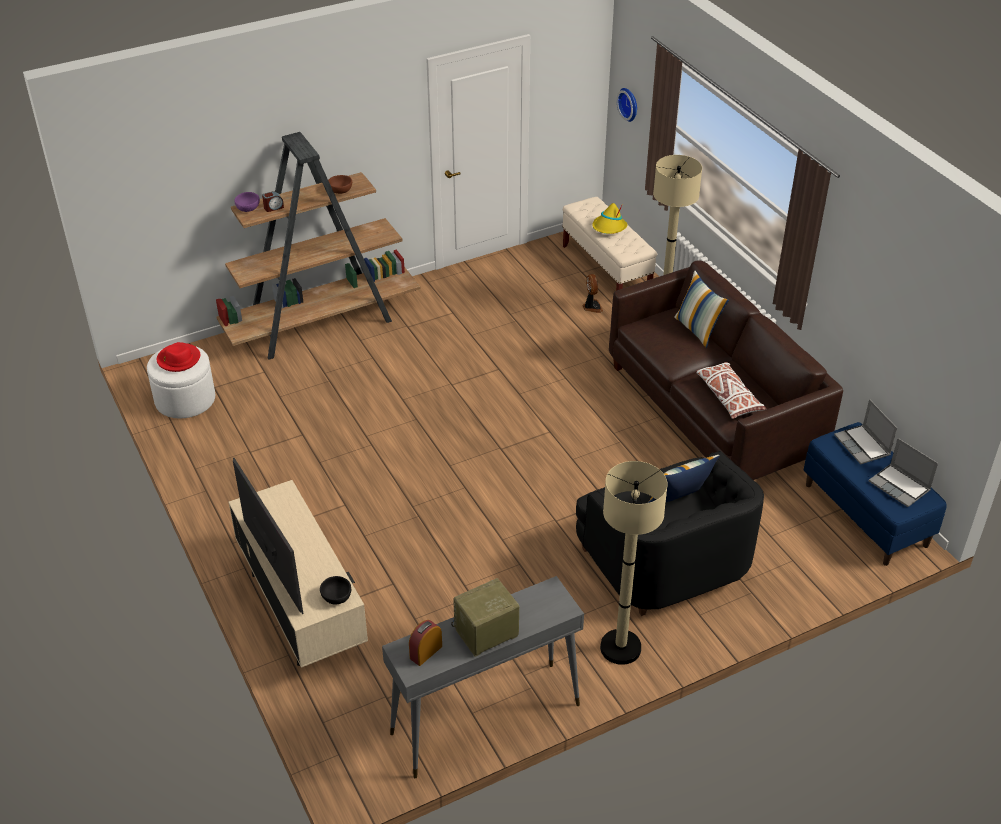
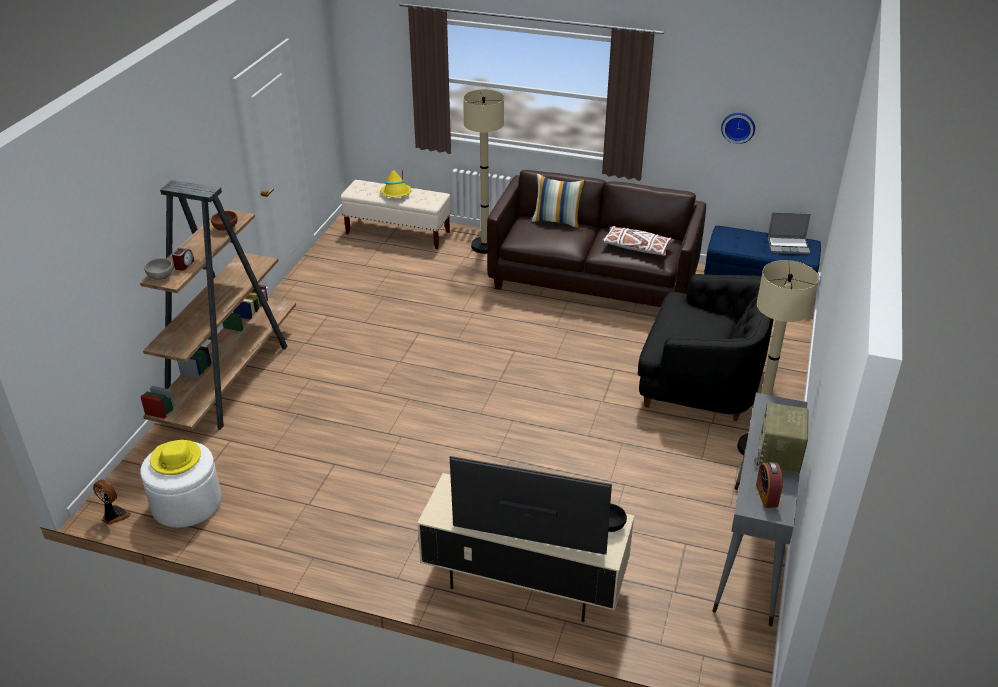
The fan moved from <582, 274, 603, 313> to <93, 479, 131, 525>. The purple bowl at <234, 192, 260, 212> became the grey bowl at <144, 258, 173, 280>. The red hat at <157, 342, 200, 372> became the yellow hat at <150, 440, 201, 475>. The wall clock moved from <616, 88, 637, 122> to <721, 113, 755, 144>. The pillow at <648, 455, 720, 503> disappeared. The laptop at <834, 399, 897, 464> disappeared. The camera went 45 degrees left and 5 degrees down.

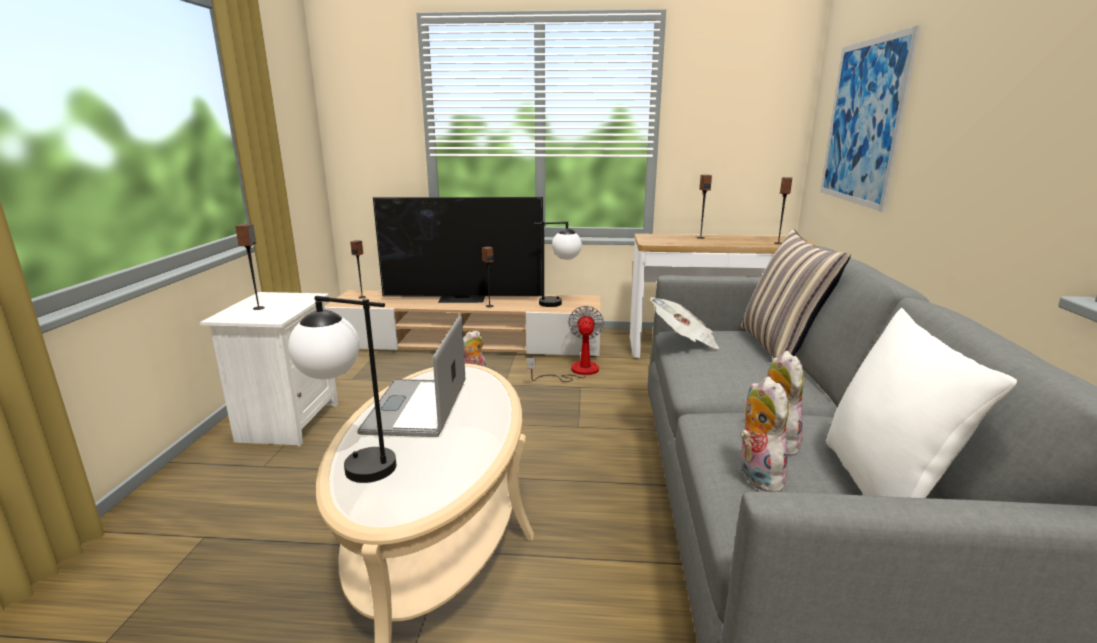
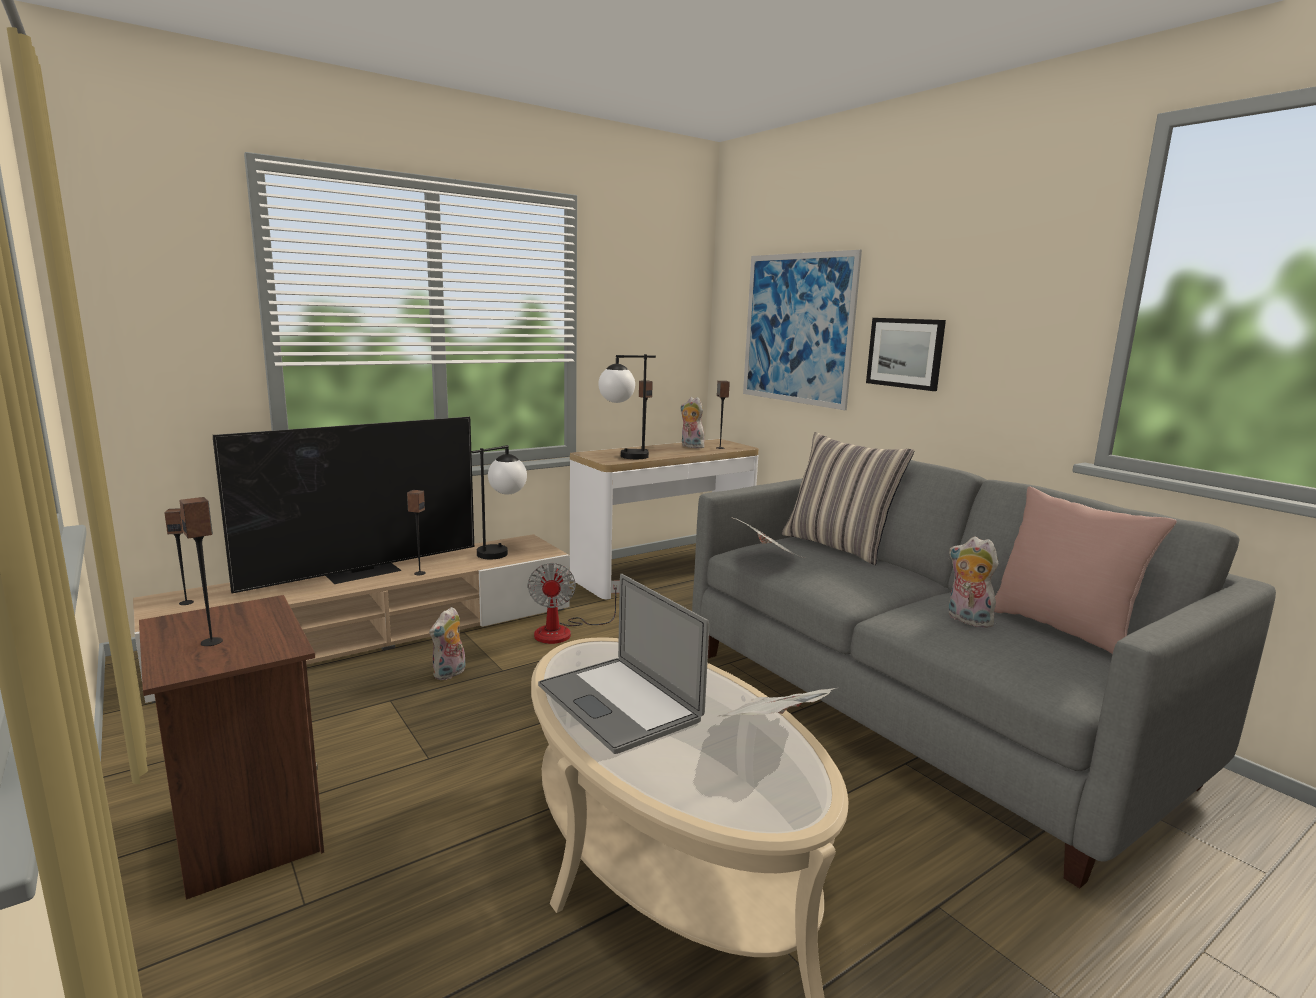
The white nightstand at <200, 292, 338, 447> became the brown nightstand at <139, 595, 324, 900>. The fan at <527, 306, 604, 382> turned 150 degrees counterclockwise. The table lamp moved from <288, 296, 396, 483> to <598, 354, 656, 459>. The plush toy moved from <740, 376, 789, 492> to <680, 397, 704, 448>. The newspaper at <719, 688, 836, 717> appeared. The picture at <866, 318, 946, 391> appeared. The white pillow at <826, 308, 1017, 498> became the pink pillow at <994, 486, 1177, 654>. The camera went 40 degrees left and 5 degrees down.

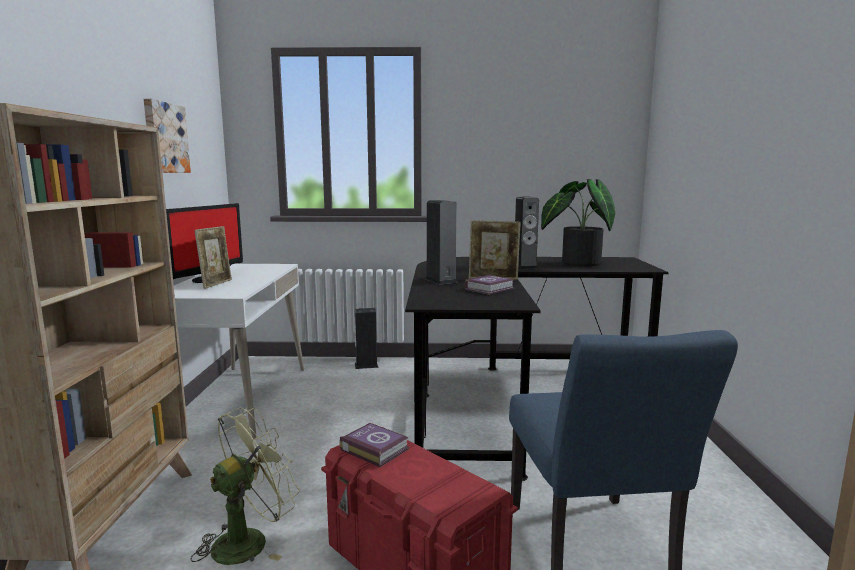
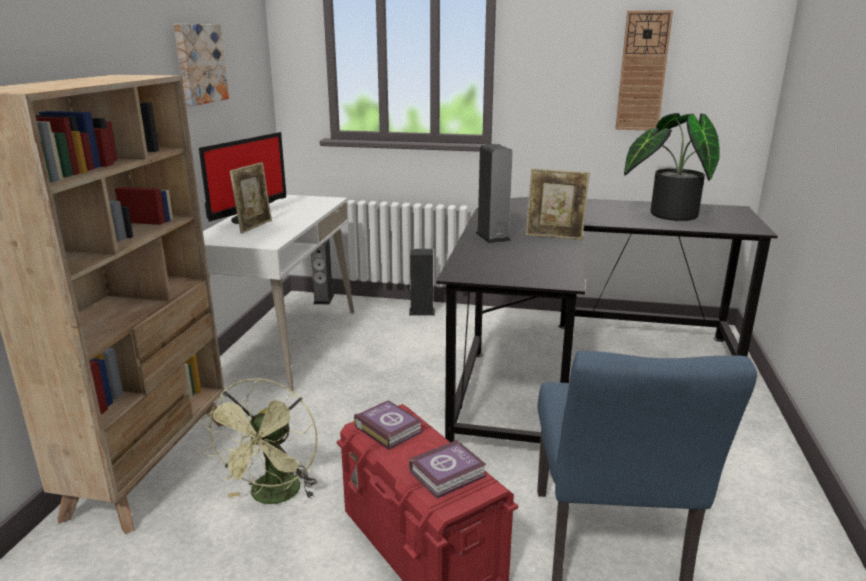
The green fan at <191, 408, 300, 565> turned 135 degrees clockwise. The speaker moved from <515, 197, 539, 269> to <311, 239, 334, 304>. The book moved from <465, 275, 514, 295> to <409, 440, 486, 499>. The wall clock at <615, 10, 673, 130> appeared. The camera went 10 degrees right and 10 degrees up.

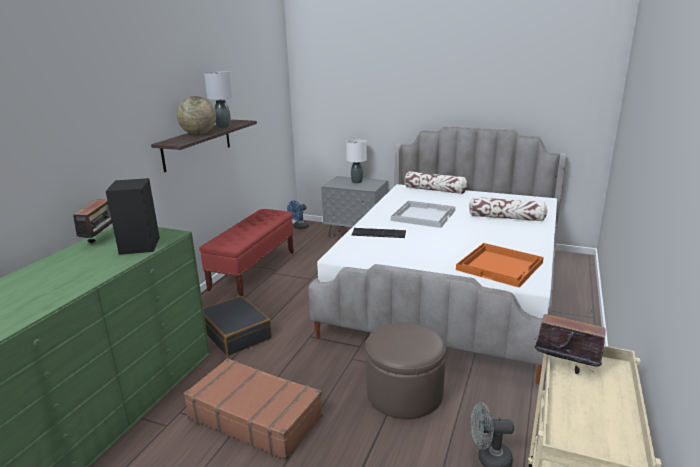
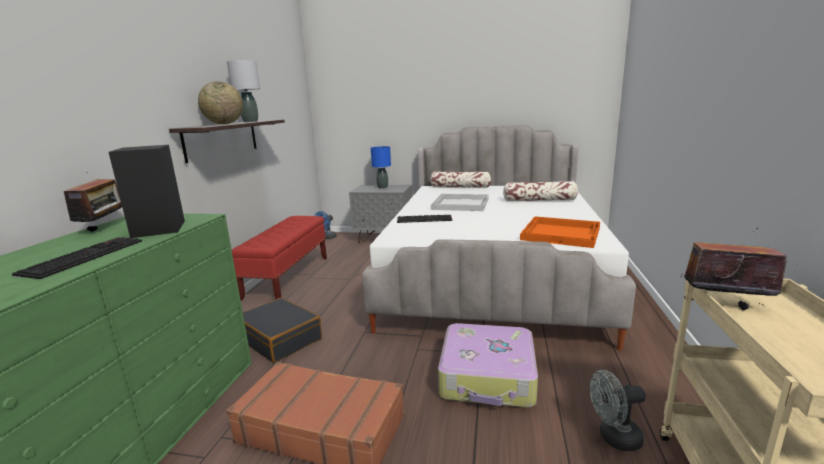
The keyboard at <12, 237, 142, 279> appeared. The white table lamp at <346, 139, 367, 183> became the blue table lamp at <371, 146, 391, 189>. The brown ottoman at <365, 322, 446, 419> was replaced by the suitcase at <438, 323, 538, 407>. The camera went 10 degrees left and 5 degrees down.

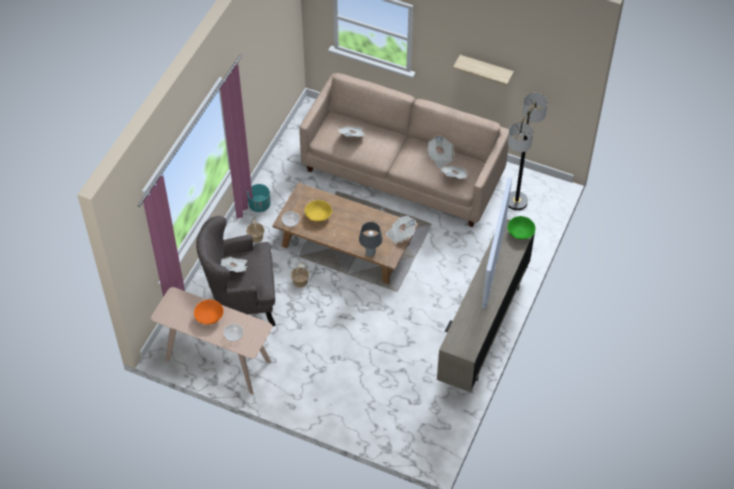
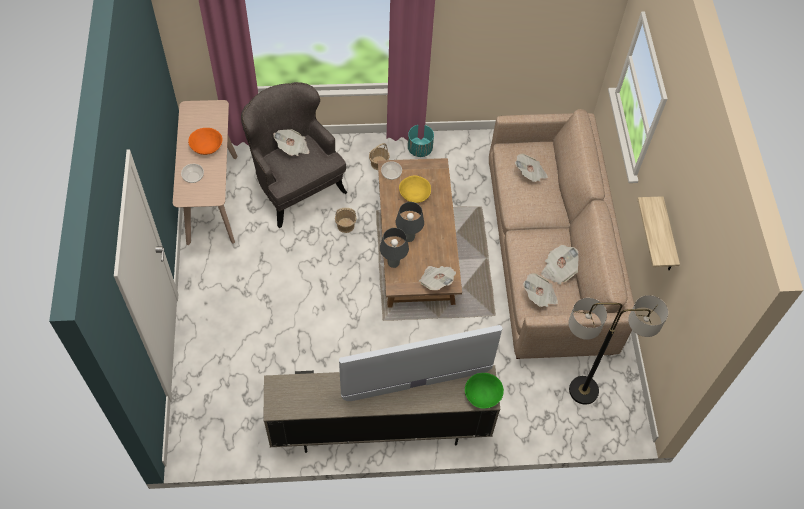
The grey table lamp at <396, 202, 424, 242> appeared. The camera went 60 degrees right and 5 degrees up.

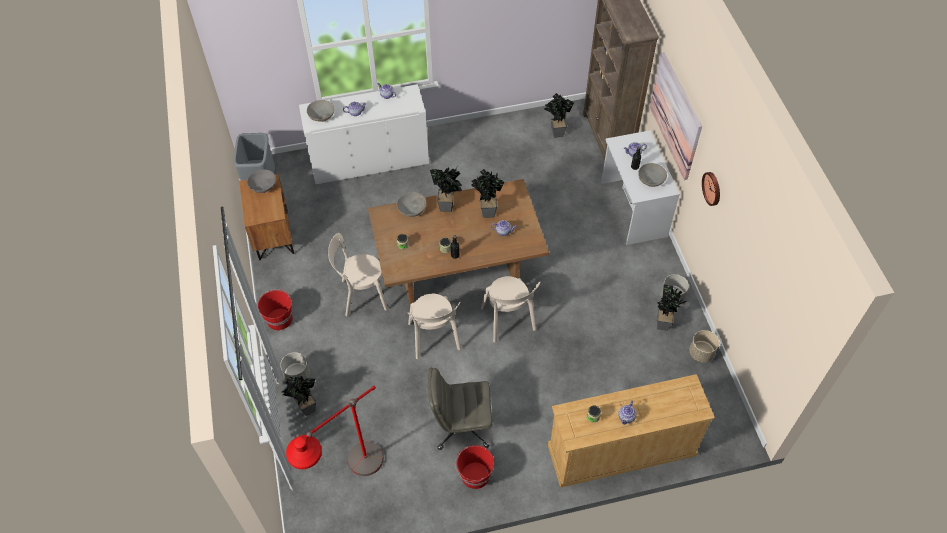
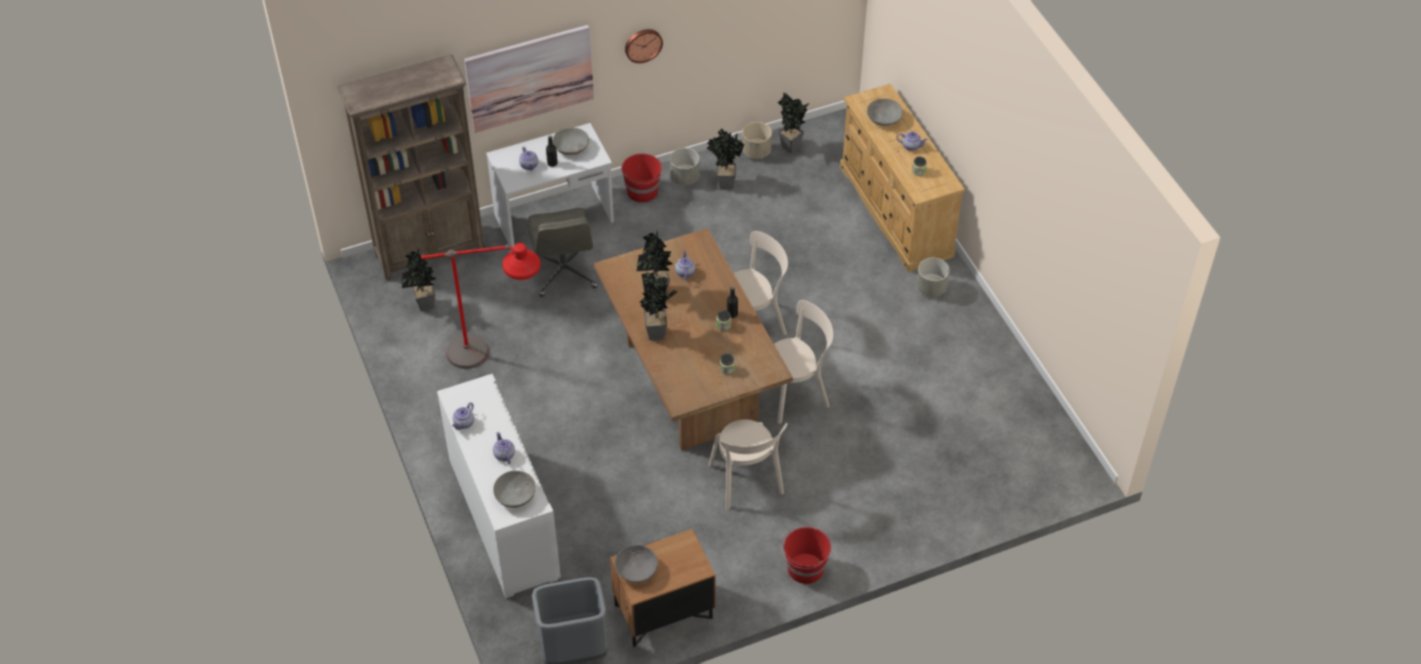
The red floor lamp moved from <286, 386, 384, 476> to <421, 243, 541, 369>. The grey office chair moved from <428, 368, 493, 450> to <528, 208, 598, 297>. The red bucket moved from <455, 445, 494, 489> to <622, 153, 663, 202>. The potted plant moved from <282, 374, 316, 416> to <778, 93, 809, 153>. The grey bowl moved from <397, 192, 426, 217> to <867, 98, 903, 126>. The grey planter moved from <280, 352, 310, 381> to <916, 258, 950, 297>. The camera went 100 degrees left and 5 degrees down.

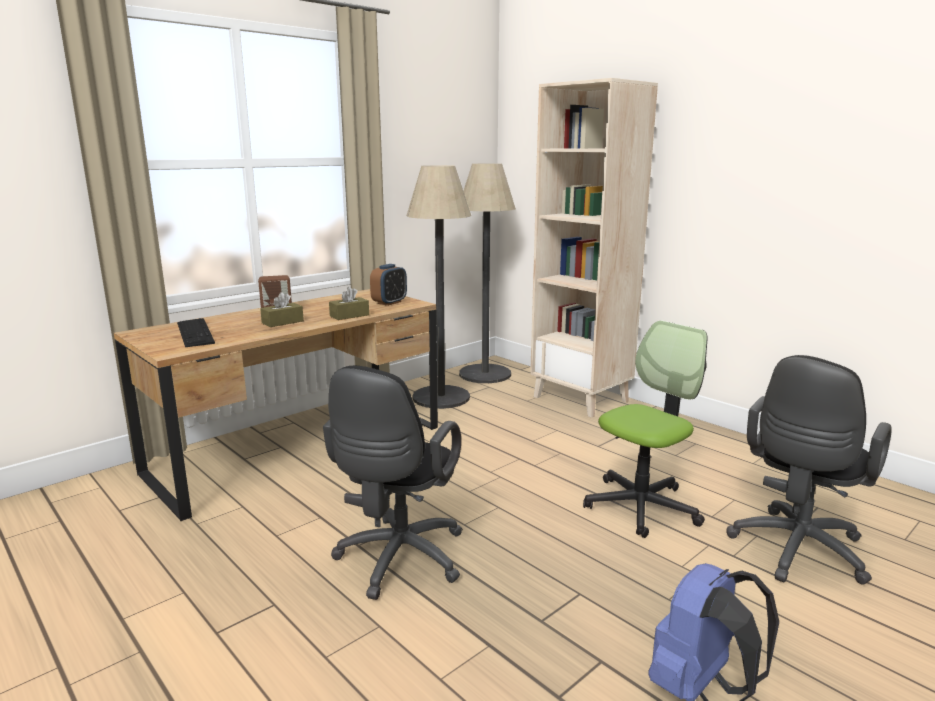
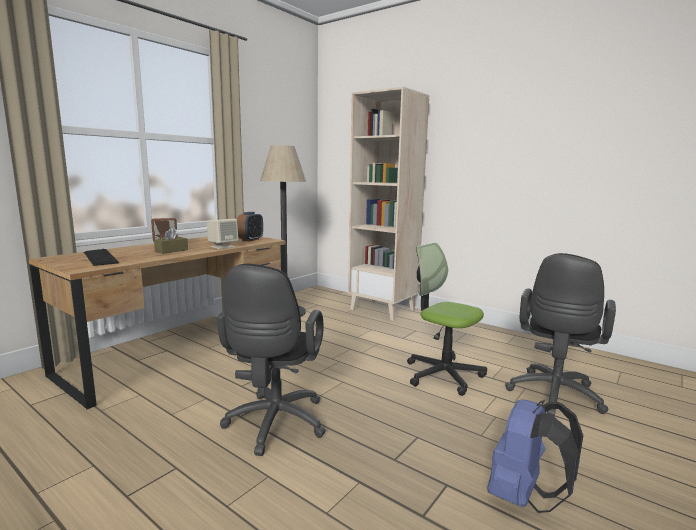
The brown tissue box at <329, 287, 369, 320> was replaced by the beige speaker at <206, 219, 239, 249>. The office chair at <583, 320, 708, 538> turned 90 degrees counterclockwise. The floor lamp at <459, 163, 516, 383> disappeared. The camera went 10 degrees left and 5 degrees down.

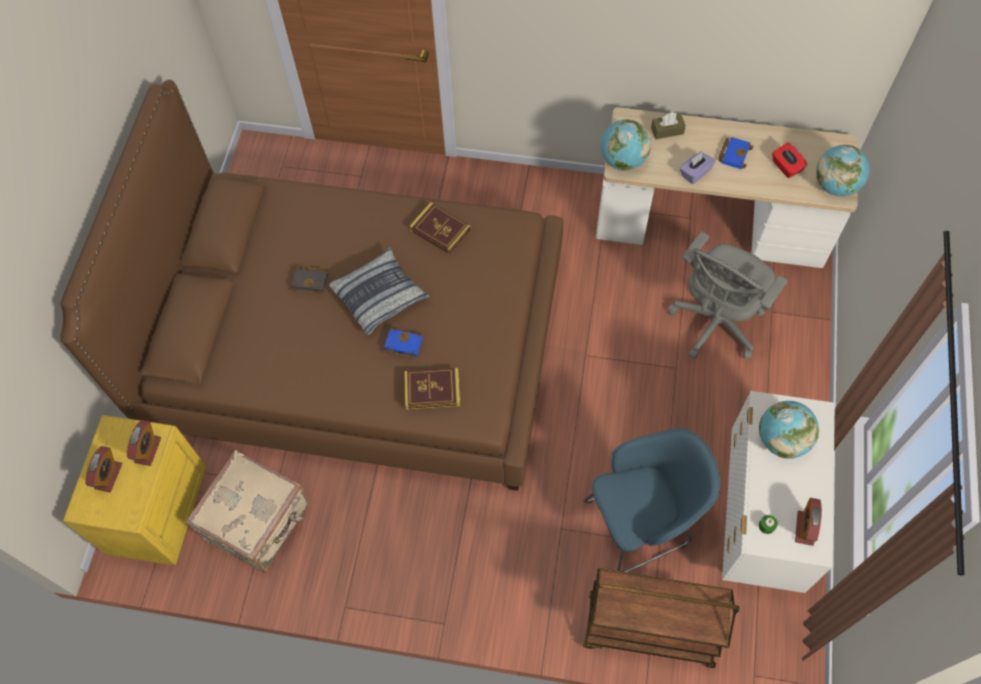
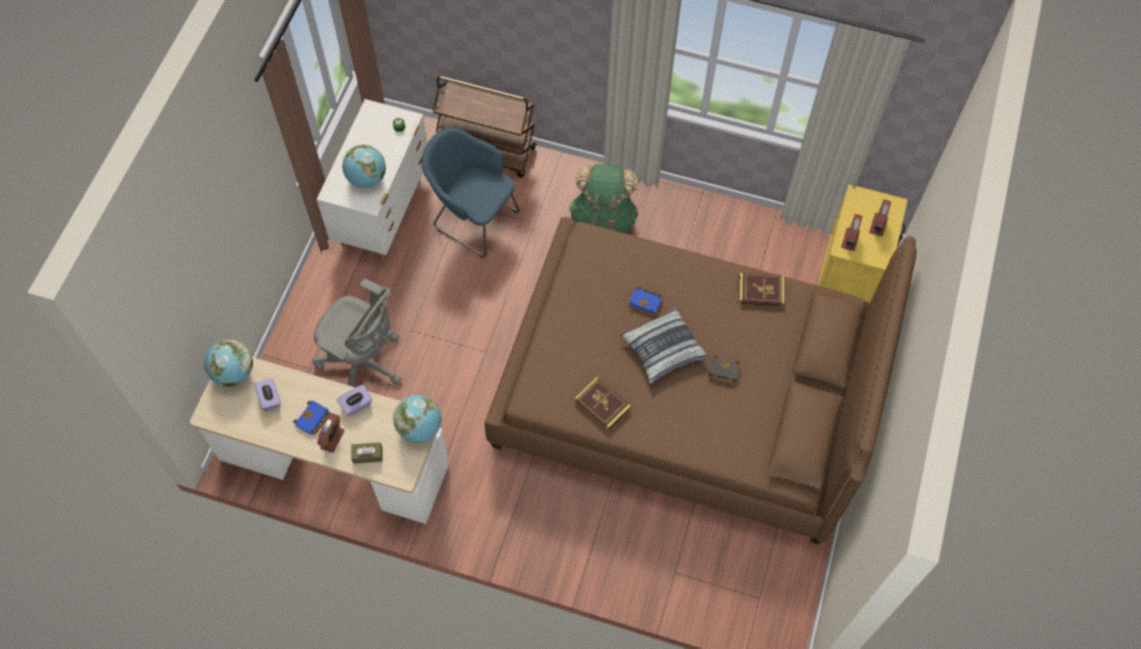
The red tissue box at <772, 142, 807, 178> became the purple tissue box at <254, 379, 281, 412>. The grey office chair at <667, 232, 787, 360> turned 75 degrees clockwise. The alarm clock moved from <795, 498, 822, 546> to <317, 413, 345, 453>. The blue armchair at <584, 428, 720, 572> turned 45 degrees clockwise. The green backpack at <569, 164, 639, 233> appeared. The book moved from <404, 368, 461, 410> to <739, 273, 784, 307>. The beige suitcase at <186, 450, 310, 573> disappeared. The camera went 175 degrees left and 0 degrees up.

